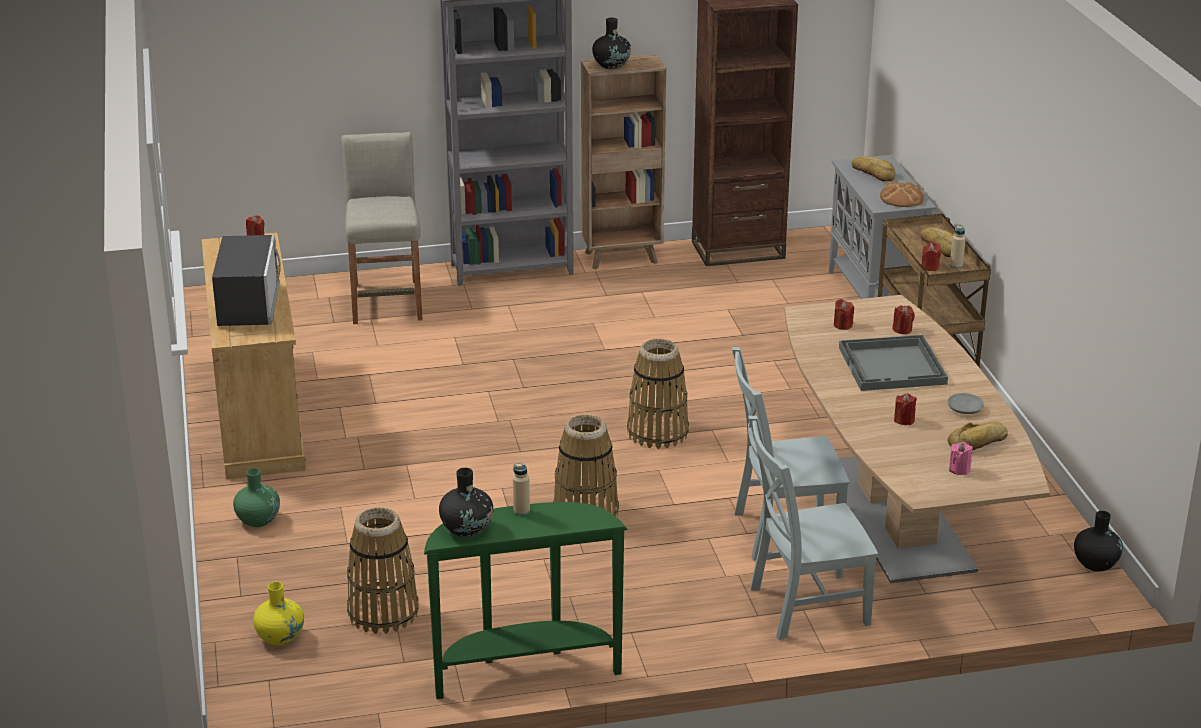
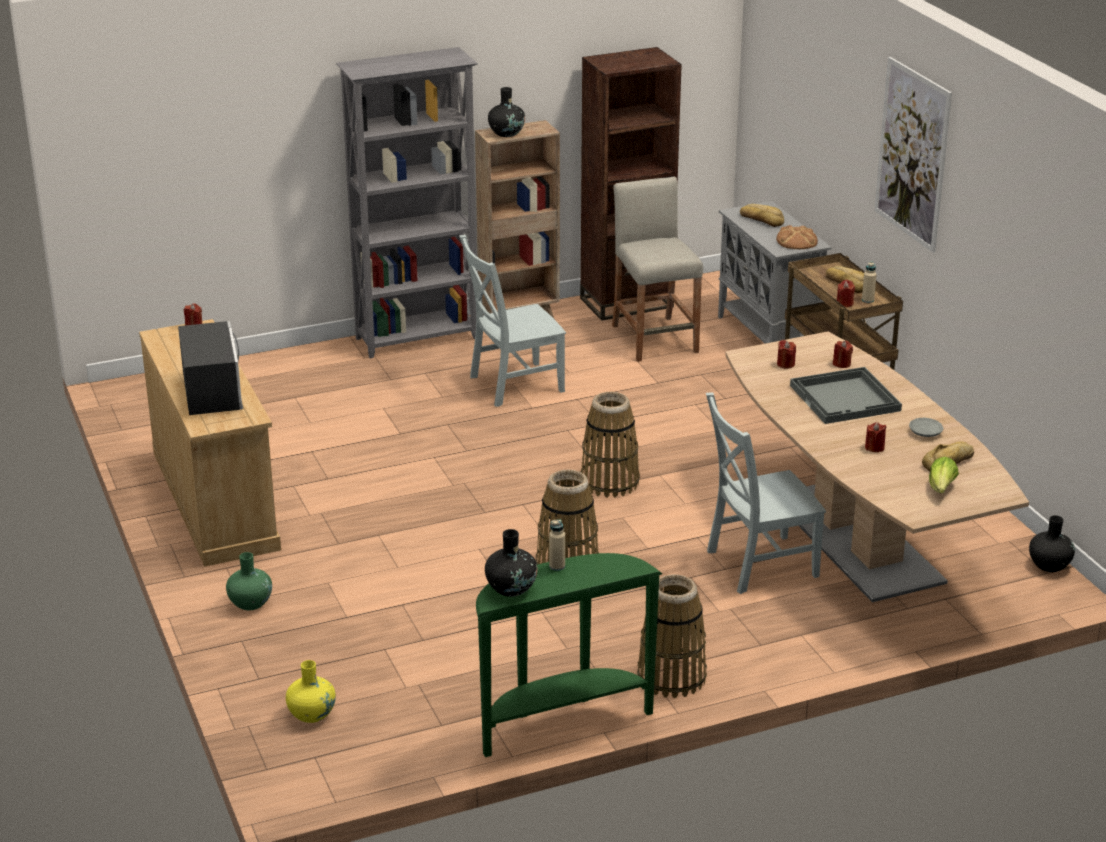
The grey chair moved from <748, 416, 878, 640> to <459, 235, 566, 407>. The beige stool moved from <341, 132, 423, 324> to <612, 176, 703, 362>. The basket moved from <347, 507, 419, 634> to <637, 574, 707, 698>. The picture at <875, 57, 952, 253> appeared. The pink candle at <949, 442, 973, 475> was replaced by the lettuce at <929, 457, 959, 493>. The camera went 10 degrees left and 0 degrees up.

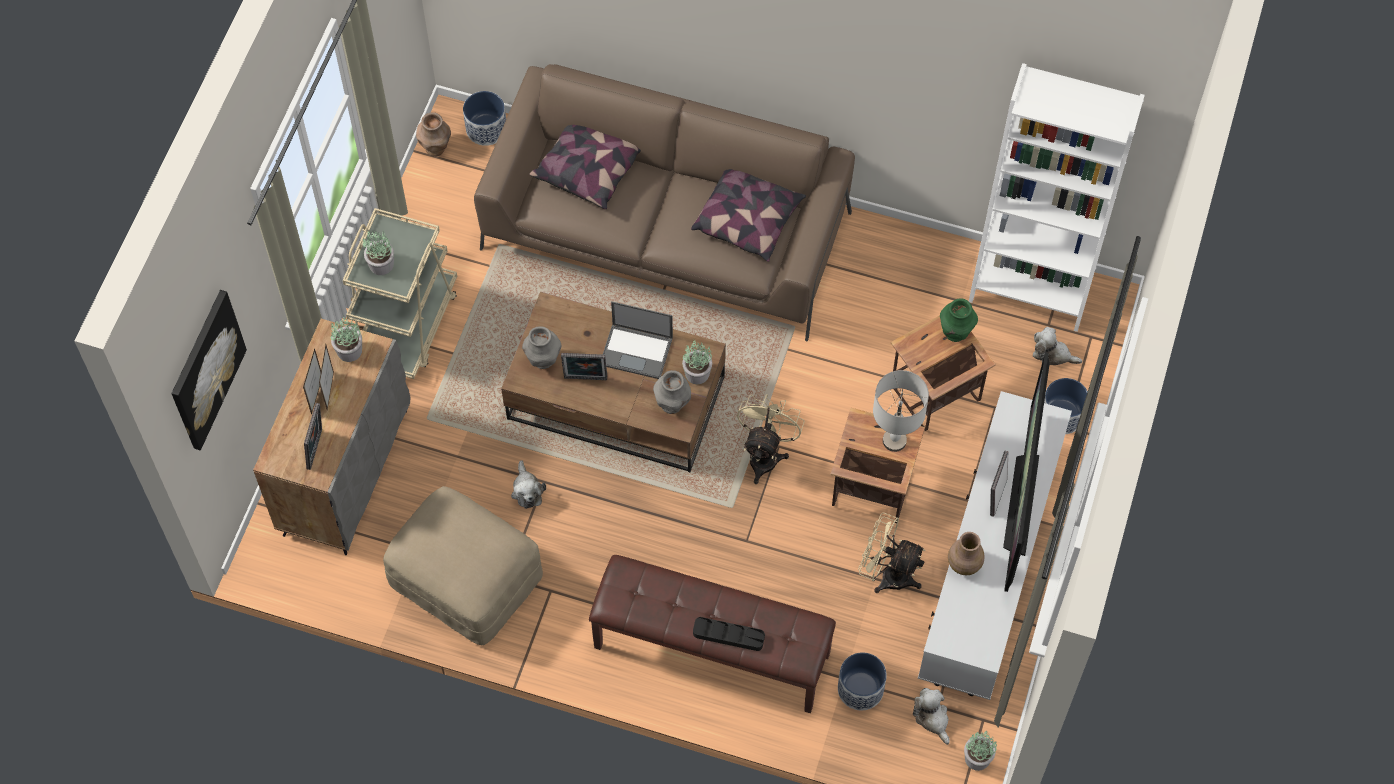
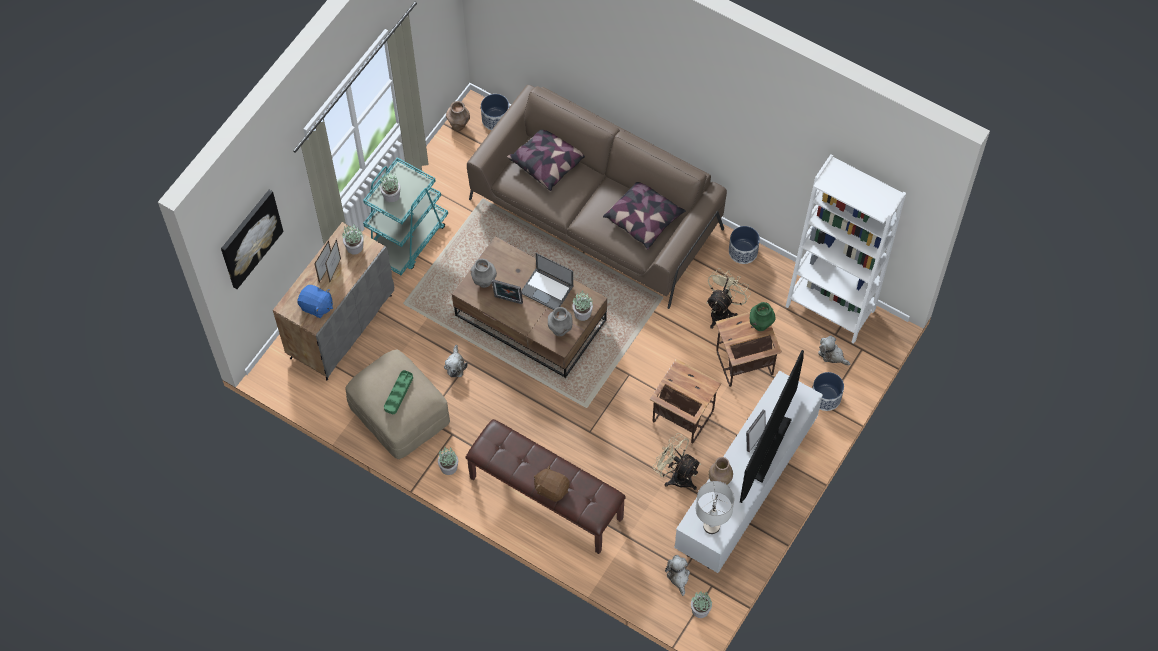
The picture frame at <304, 403, 322, 470> was replaced by the blue plush toy at <297, 285, 333, 318>. The beige cart at <343, 208, 457, 379> became the turquoise cart at <363, 158, 448, 275>. The green tray at <384, 370, 413, 414> appeared. The potted plant at <438, 446, 458, 475> appeared. The black tray at <693, 617, 765, 651> was replaced by the brown plush toy at <534, 465, 570, 502>. The grey table lamp moved from <873, 370, 929, 452> to <696, 481, 734, 534>. The beige fan moved from <737, 394, 805, 484> to <706, 268, 751, 329>. The planter moved from <838, 652, 887, 711> to <729, 226, 760, 264>. The camera went 15 degrees right and 0 degrees up.

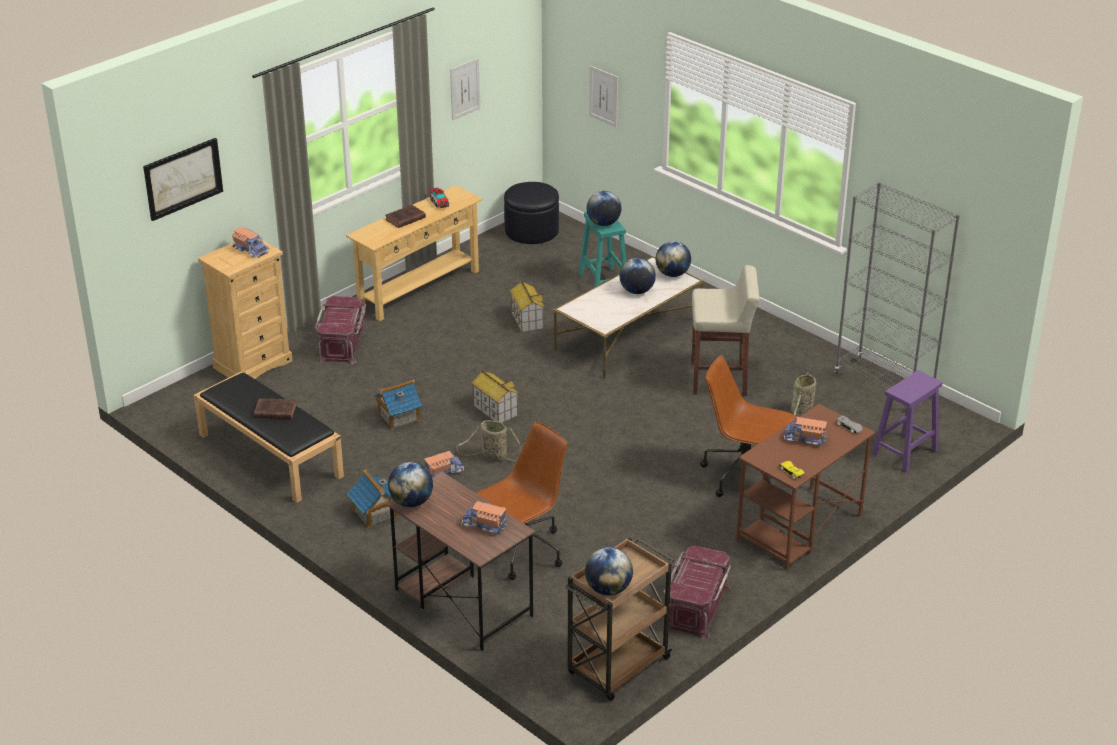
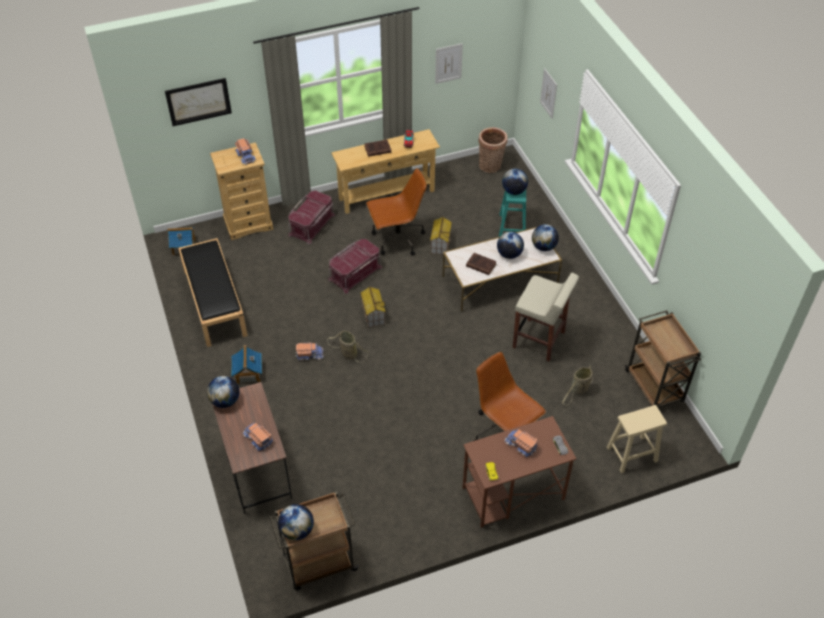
The toy house moved from <374, 380, 422, 430> to <167, 227, 196, 255>. The red storage box moved from <663, 546, 731, 639> to <328, 239, 382, 294>. The brown office chair moved from <476, 422, 567, 580> to <366, 168, 427, 256>. The brown book moved from <254, 398, 296, 419> to <466, 253, 497, 275>. The black ottoman at <504, 182, 559, 244> was replaced by the basket at <479, 127, 508, 173>. The purple stool at <872, 370, 942, 472> became the beige stool at <607, 405, 667, 473>. The grey bookcase at <835, 182, 960, 408> was replaced by the brown cart at <625, 310, 701, 408>. The camera went 25 degrees right and 15 degrees up.

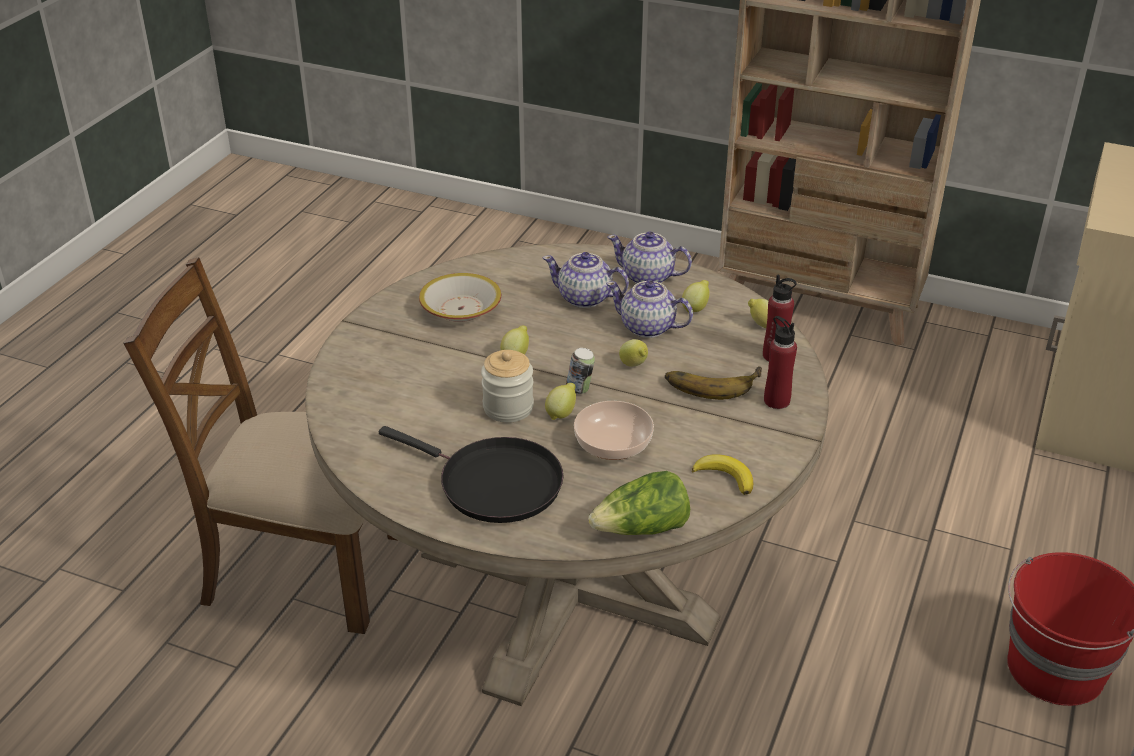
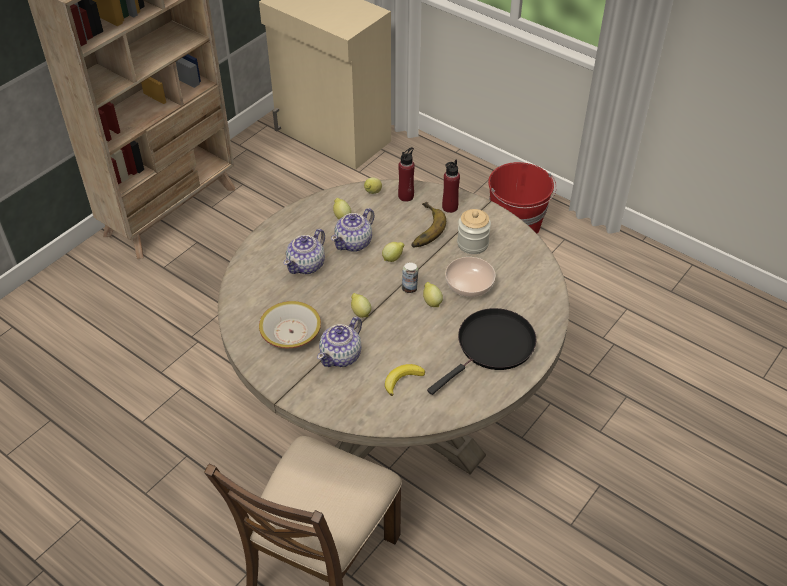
The teapot moved from <607, 231, 692, 284> to <317, 317, 362, 367>. The banana moved from <692, 454, 753, 495> to <385, 364, 425, 396>. The jar moved from <481, 350, 534, 423> to <457, 209, 491, 254>. The lettuce at <588, 471, 690, 535> disappeared. The camera went 75 degrees left and 10 degrees up.

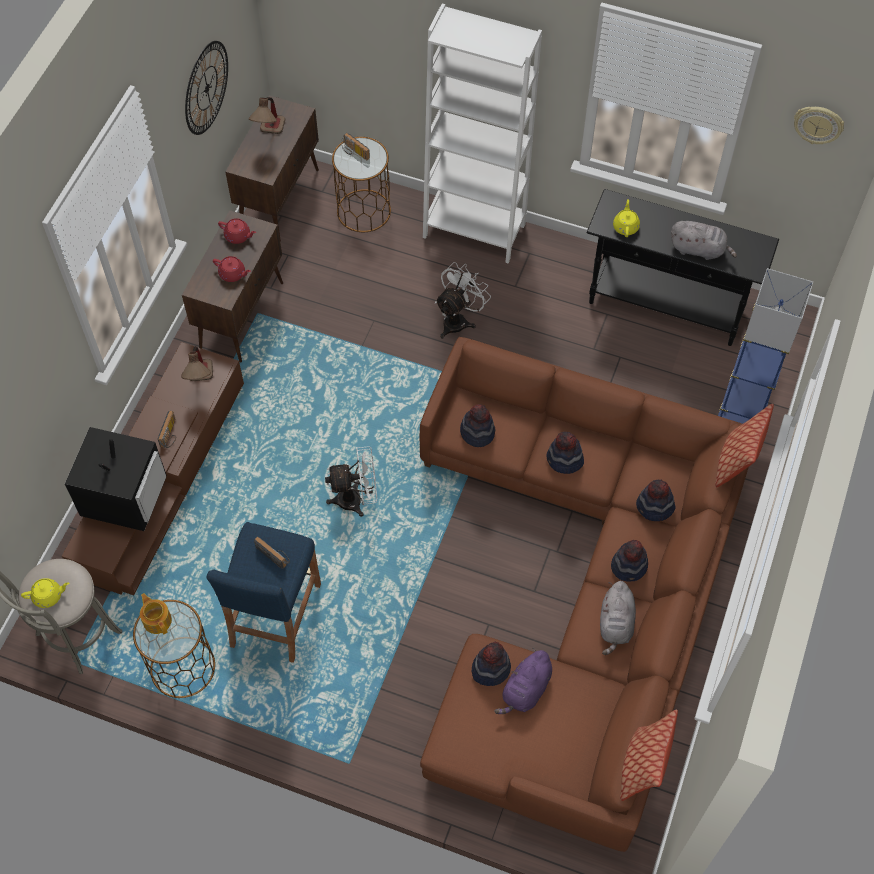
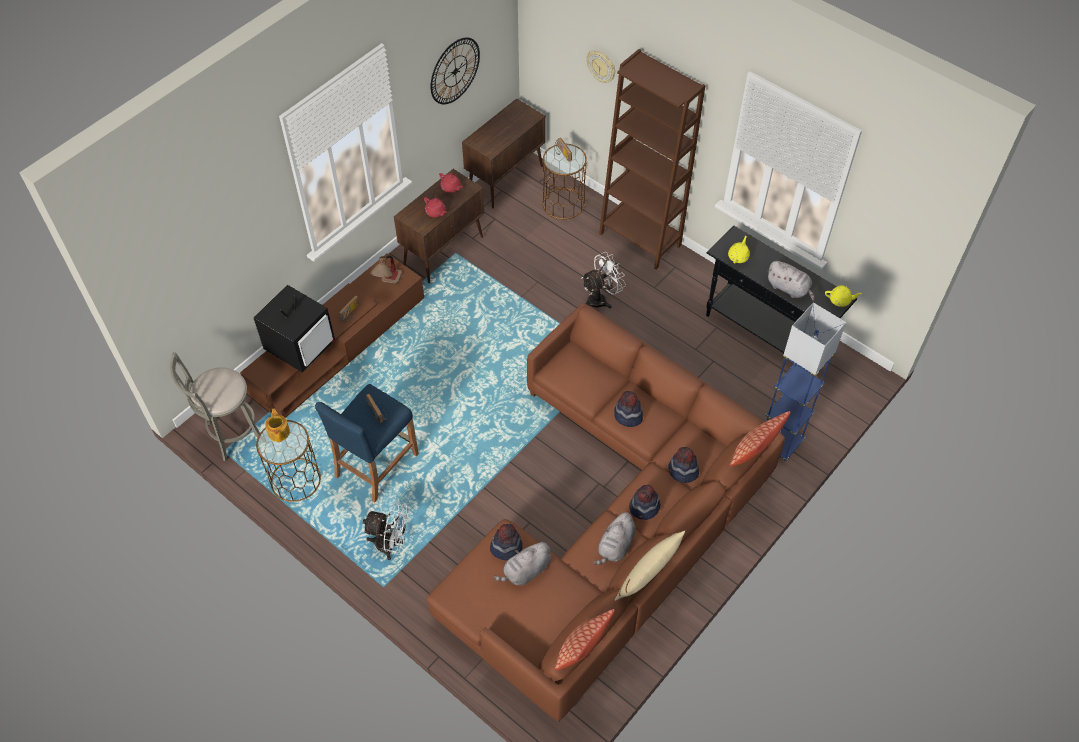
The white fan moved from <325, 446, 377, 517> to <363, 502, 410, 560>. The purple plush toy at <495, 647, 552, 714> became the grey plush toy at <493, 540, 551, 585>. The wall clock moved from <794, 107, 844, 144> to <587, 51, 615, 83>. The white bookcase at <423, 3, 542, 263> became the brown bookcase at <599, 49, 705, 270>. The beige pillow at <615, 531, 685, 601> appeared. The yellow teapot moved from <21, 578, 69, 608> to <825, 286, 862, 307>. The table lamp at <249, 97, 285, 134> disappeared. The hat at <460, 404, 495, 447> disappeared. The camera went 20 degrees right and 5 degrees down.

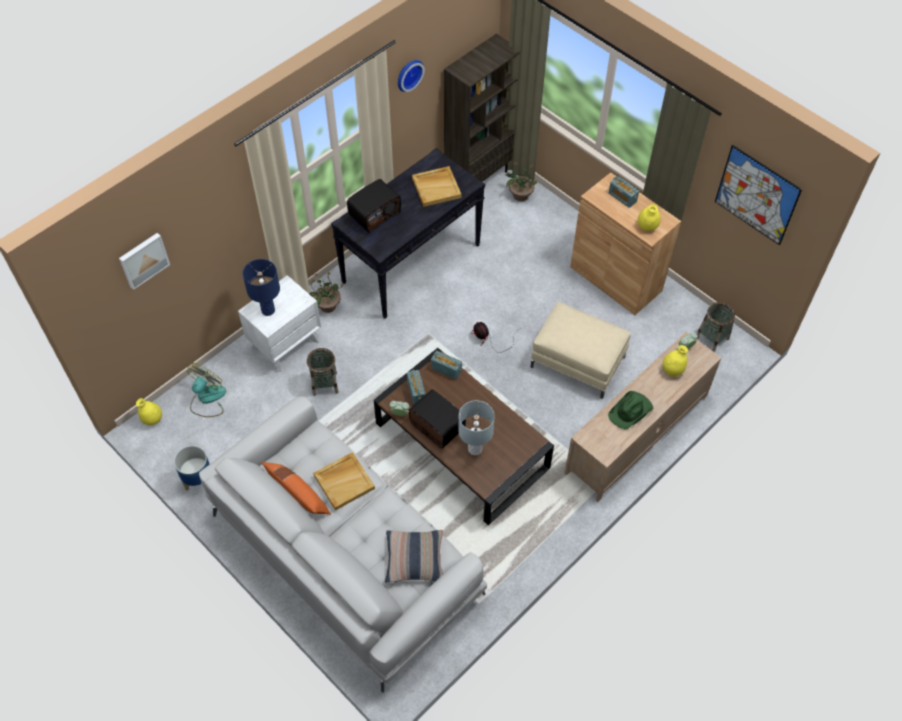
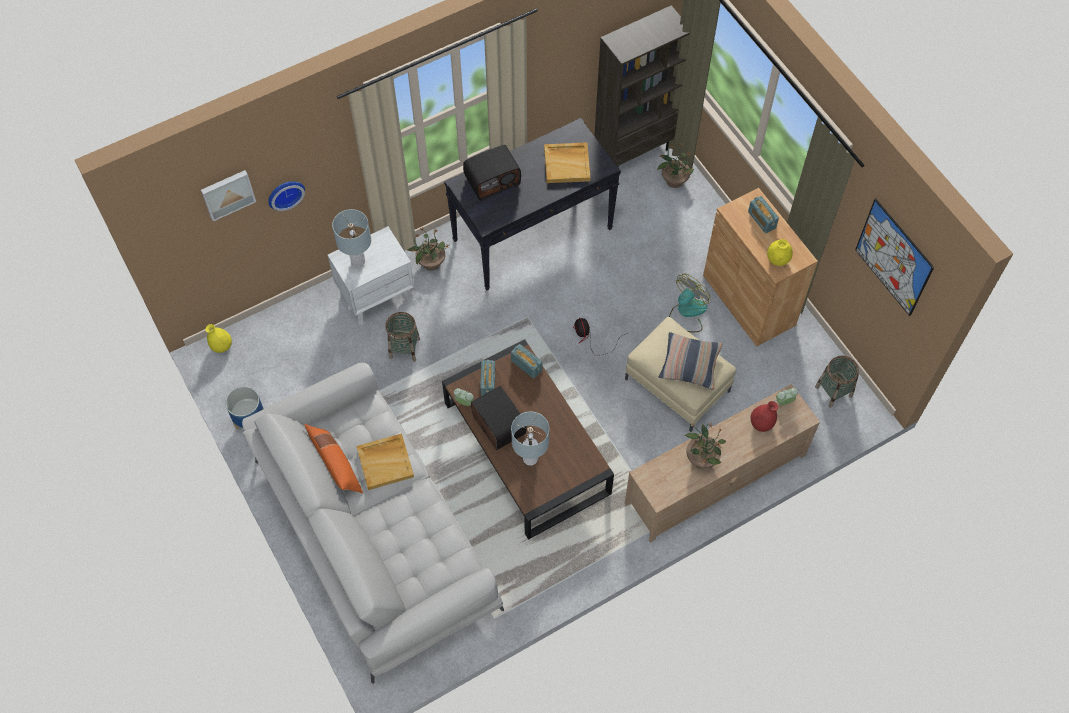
The wall clock moved from <398, 60, 425, 92> to <268, 182, 305, 211>. The blue table lamp at <243, 259, 280, 316> became the grey table lamp at <332, 209, 371, 267>. The pillow moved from <385, 530, 443, 583> to <659, 332, 723, 390>. The fan moved from <187, 363, 226, 417> to <669, 273, 710, 332>. The green hat at <608, 391, 653, 429> was replaced by the potted plant at <685, 422, 726, 469>. The yellow vase at <663, 345, 688, 377> became the red vase at <751, 401, 778, 432>. The camera went 15 degrees right and 5 degrees up.

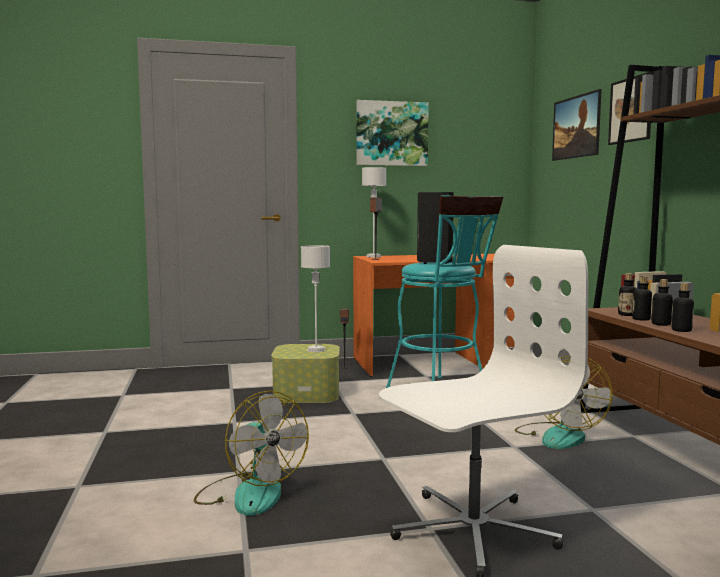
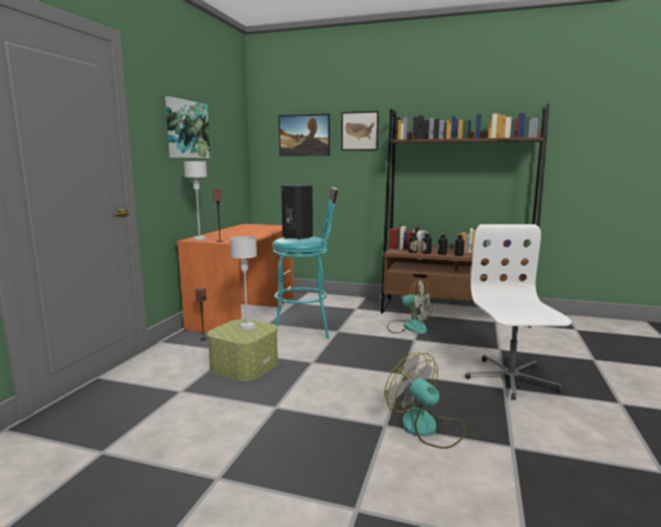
The fan at <194, 391, 309, 516> turned 120 degrees counterclockwise. The camera went 60 degrees left and 5 degrees up.

